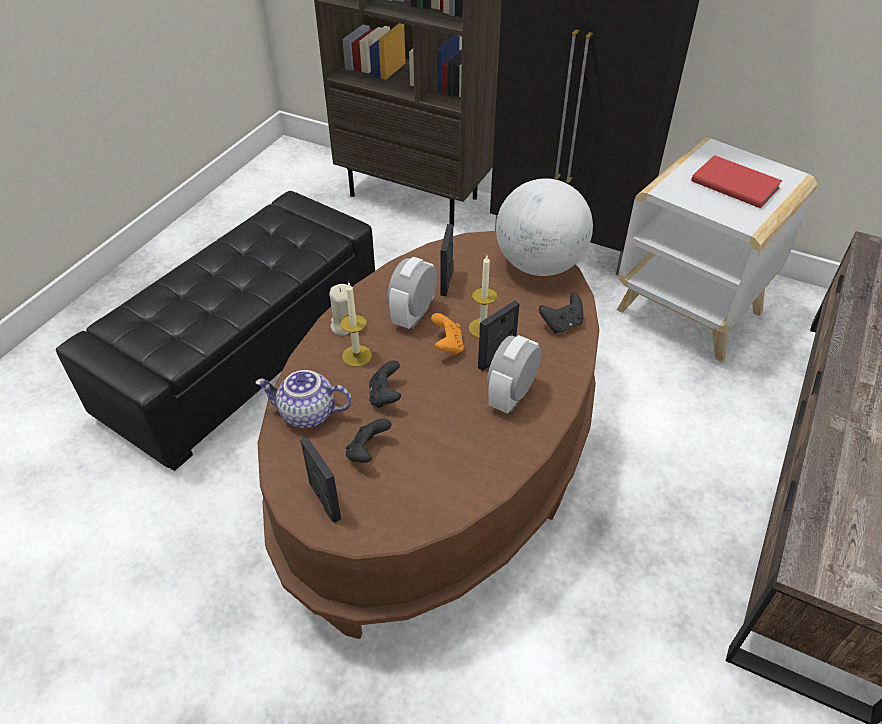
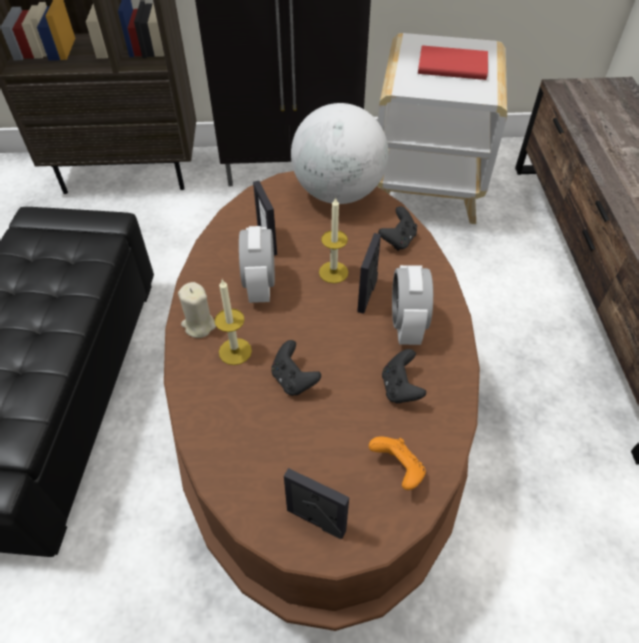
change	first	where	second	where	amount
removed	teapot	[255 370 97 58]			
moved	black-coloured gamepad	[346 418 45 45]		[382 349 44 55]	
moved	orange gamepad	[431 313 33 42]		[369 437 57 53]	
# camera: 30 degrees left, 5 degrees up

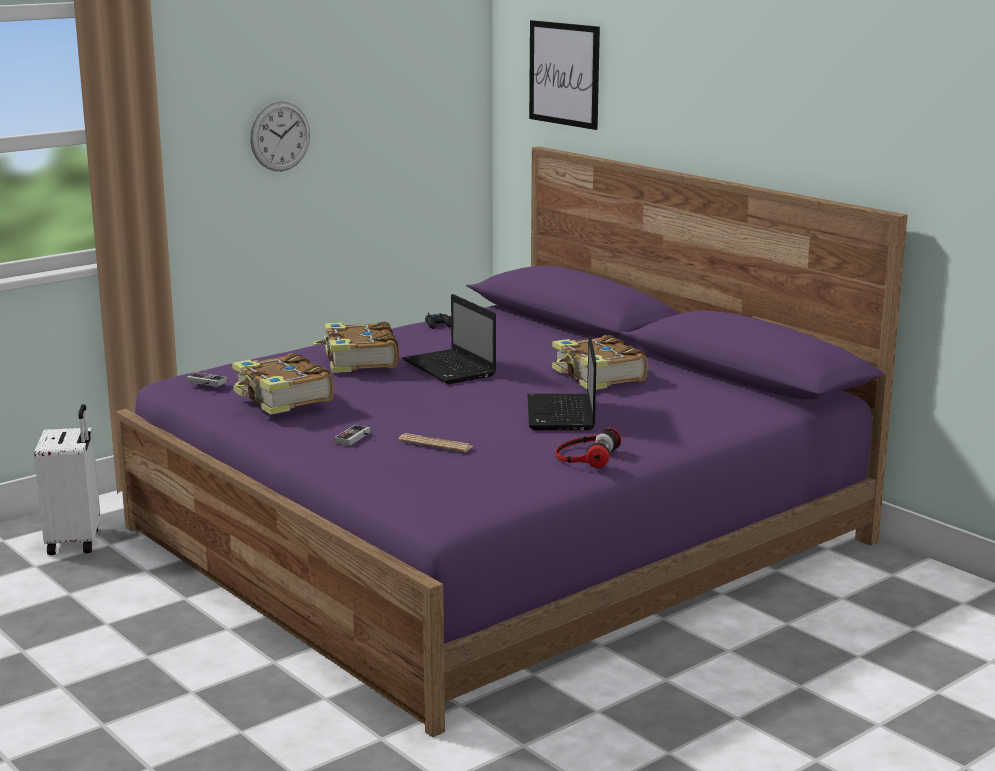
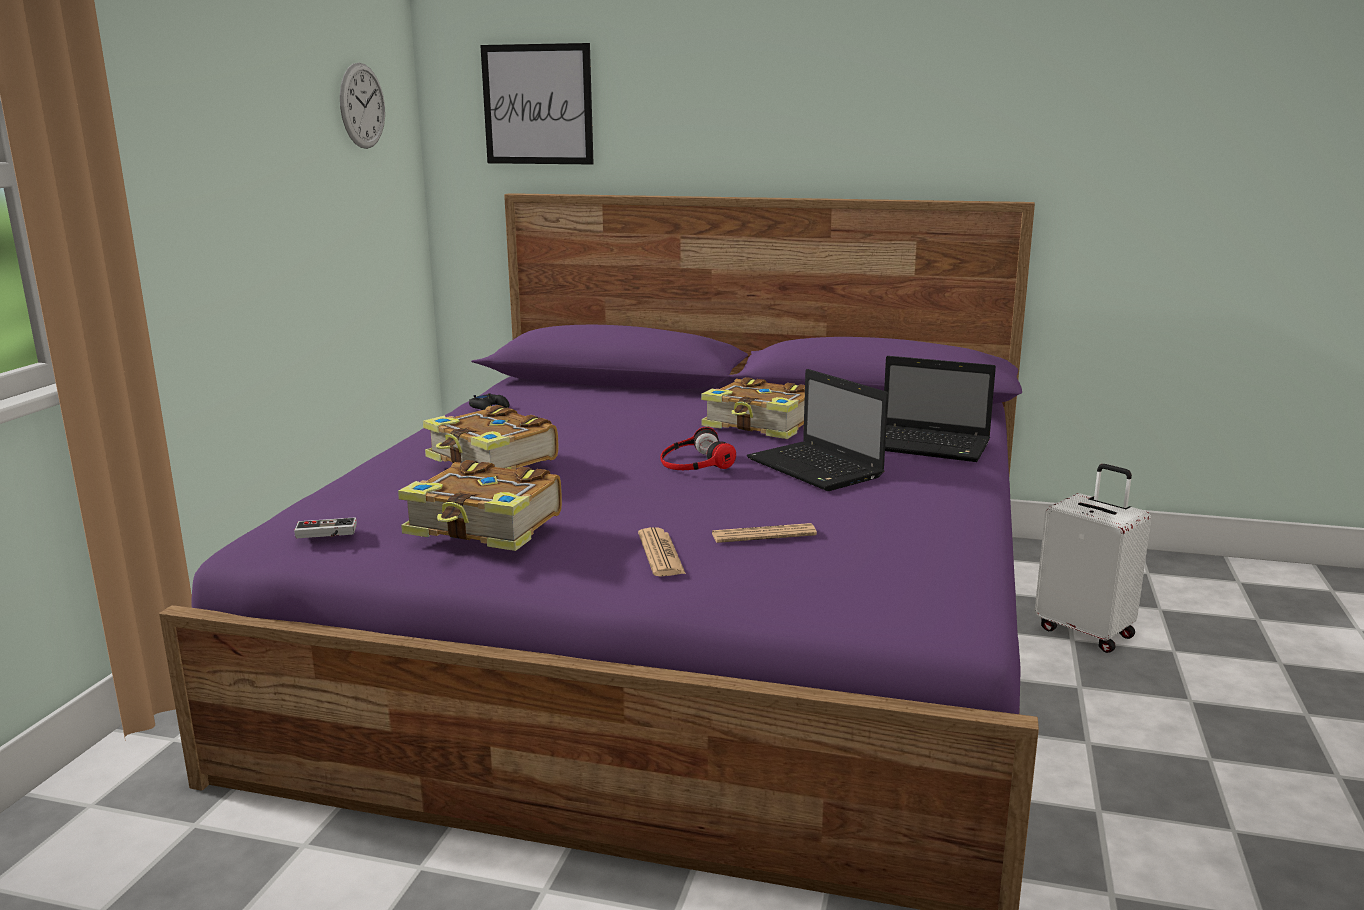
change	first	where	second	where	amount
moved	white suitcase	[34 404 66 151]		[1035 464 116 189]	
moved	clock on the wall	[250 101 60 70]		[340 63 45 86]	
replaced	gamepad	[334 425 37 21]	newspaper	[638 527 48 50]	
moved	notebook computer	[403 294 93 90]		[884 356 112 106]	
moved	headphones	[555 428 66 40]		[660 427 76 43]	
# camera: 35 degrees left, 0 degrees up

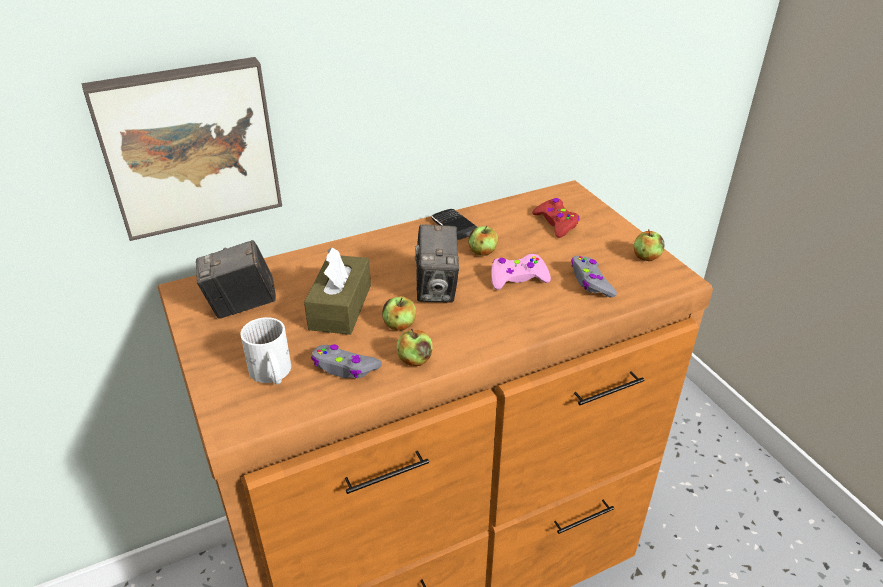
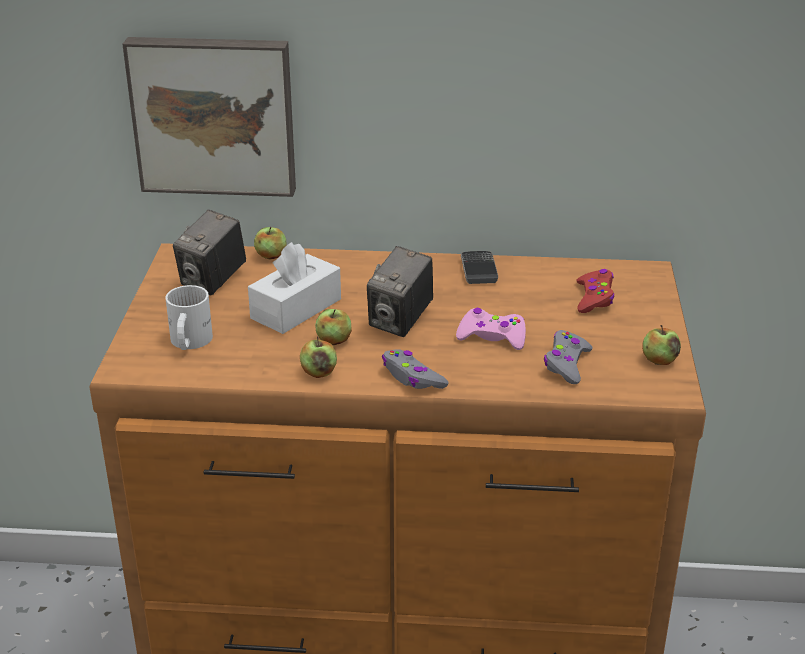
change	first	where	second	where	amount
turned	photo camera	[196 240 80 79]		[173 210 73 86]	75 degrees counterclockwise
recoloured	brownish tissue holder	[304 248 67 87]	white tissue holder	[248 242 93 92]	
moved	greyish gamepad	[311 344 71 34]		[382 349 67 40]	
moved	apple	[468 226 30 29]		[254 227 33 32]	
# camera: 30 degrees right, 5 degrees down

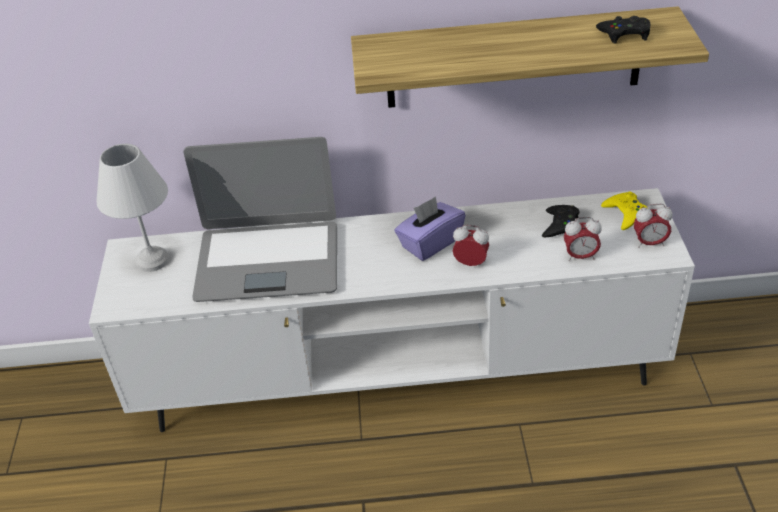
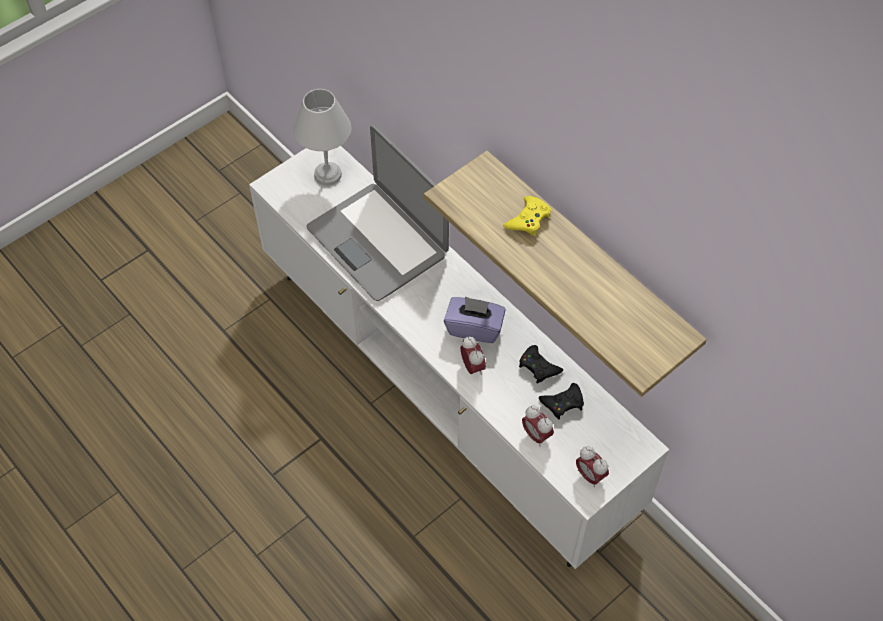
change	first	where	second	where	amount
moved	black-coloured gamepad	[596 16 54 28]		[519 345 44 39]	
moved	yellowish gamepad	[601 191 46 39]		[503 196 48 40]	
# camera: 50 degrees right, 15 degrees up

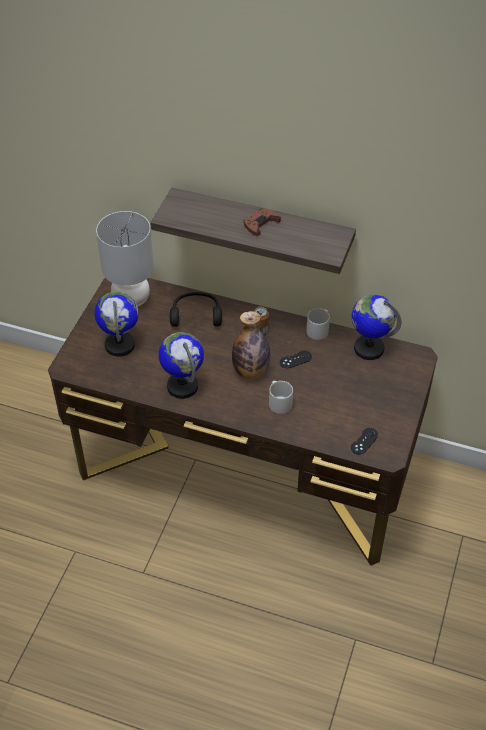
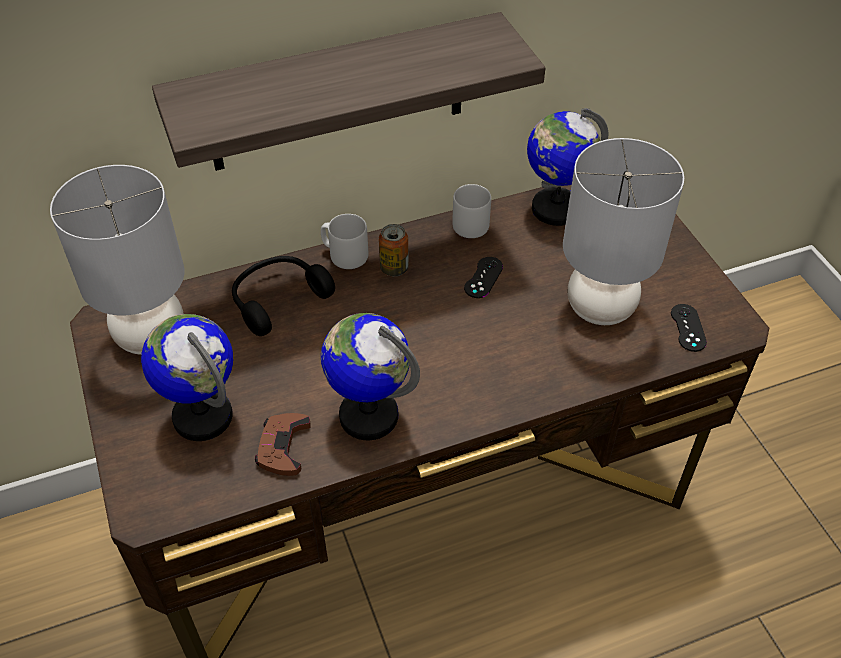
change	first	where	second	where	amount
removed	drink bottle	[232 311 38 69]			
moved	brownish gamepad	[243 208 38 28]		[255 413 55 63]	
moved	greyish tea mug	[269 381 24 33]		[321 214 47 55]	
added			greyish table lamp	[563 138 121 187]	
# camera: 40 degrees left, 0 degrees up

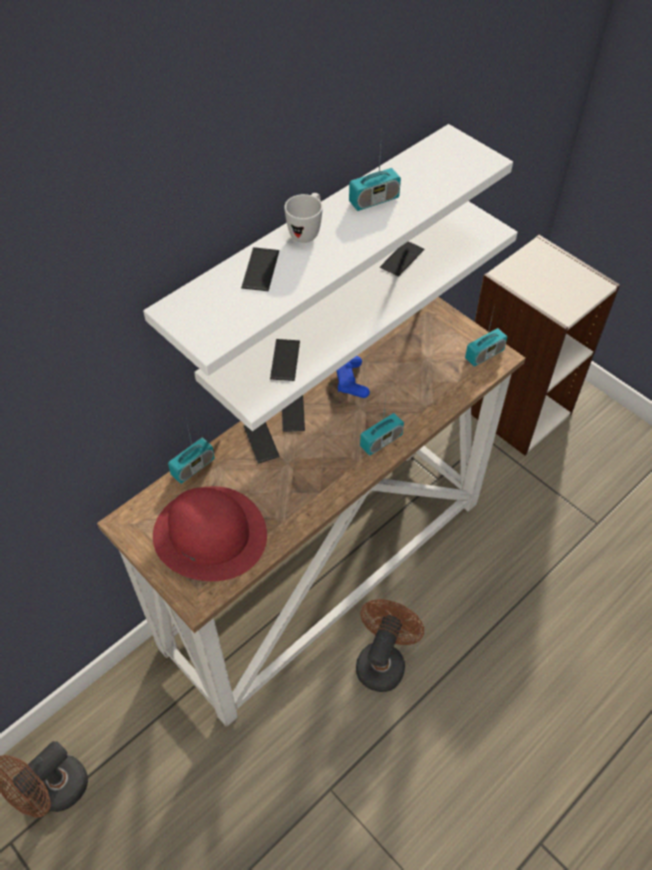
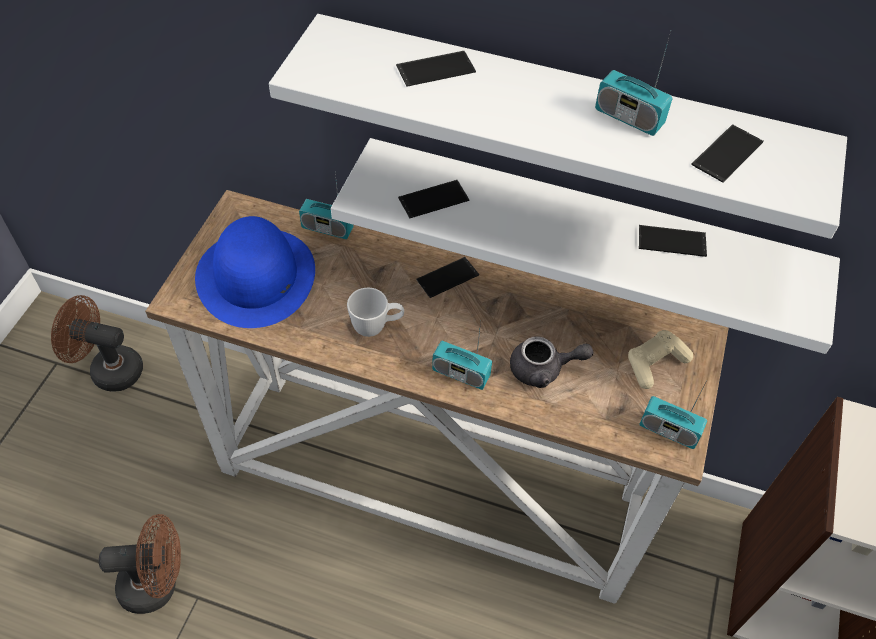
change	first	where	second	where	amount
recoloured	red-coloured hat	[153 486 114 95]	bluish hat	[195 216 120 112]	
moved	handset	[243 422 37 42]		[691 124 72 59]	
moved	white tea mug	[284 193 39 50]		[347 288 57 49]	
removed	bluish gamepad	[336 356 34 42]			
moved	brownish electric fan	[356 599 68 93]		[99 514 82 100]	
added			greyish teapot	[510 336 83 52]	
added			beige-coloured gamepad	[628 330 65 59]	
# camera: 60 degrees right, 0 degrees up

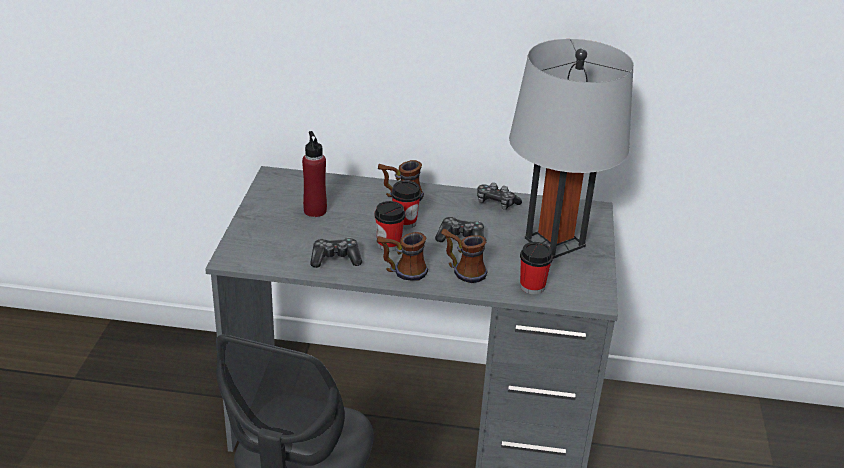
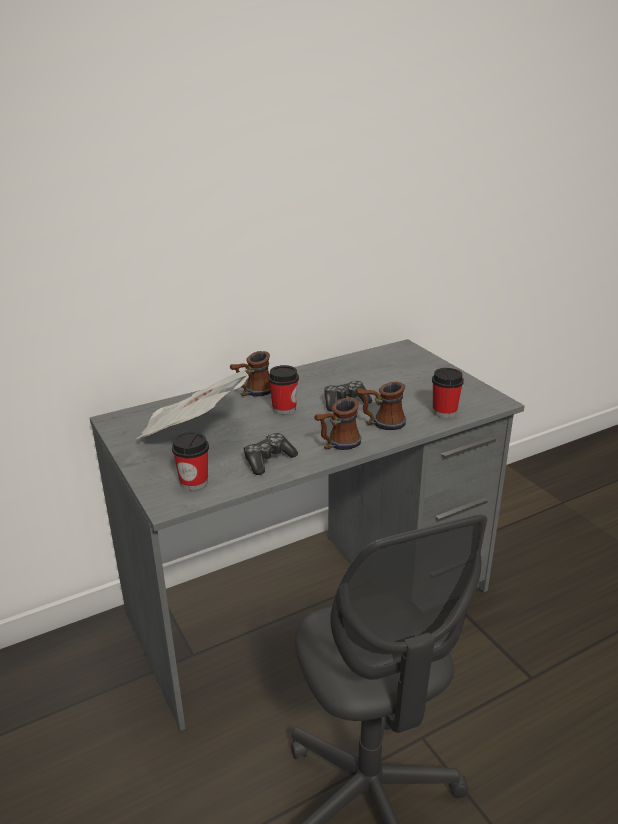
change	first	where	second	where	amount
replaced	red-coloured drink bottle	[302 131 25 86]	newspaper	[135 369 113 71]	
moved	small cup	[374 201 31 50]		[172 432 37 59]	
removed	gamepad	[477 183 45 27]			
removed	greyish table lamp	[509 39 125 220]			
# camera: 35 degrees left, 5 degrees down

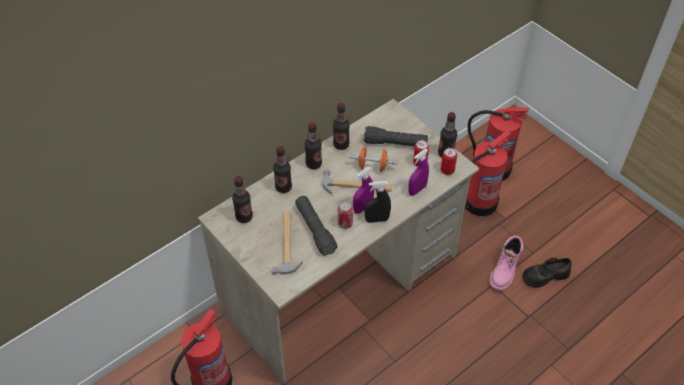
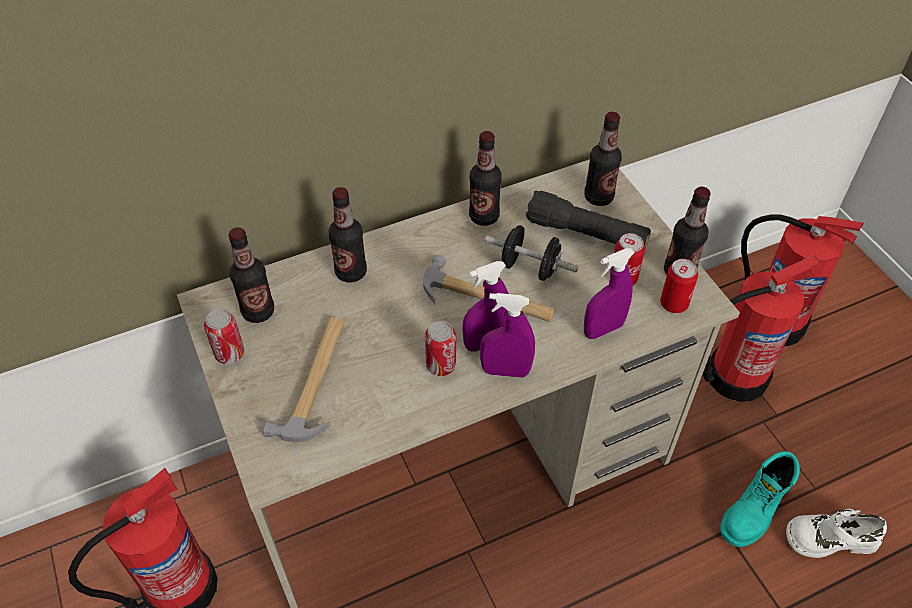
change	first	where	second	where	amount
removed	black-coloured torch	[295 196 42 60]			
moved	drink bottle	[305 122 17 47]		[584 112 38 94]	
recoloured	orange free weight	[348 147 50 25]	black-coloured free weight	[485 225 93 56]	
recoloured	black-coloured sprayer	[364 181 27 42]	purple-coloured sprayer	[480 293 55 85]	
recoloured	pinkish tall boot	[489 235 34 56]	turquoise-coloured tall boot	[720 451 80 96]	
recoloured	black-coloured low shoe	[523 258 49 29]	white low shoe	[786 509 101 49]	
added			can	[204 309 40 55]	
# camera: 15 degrees right, 0 degrees up

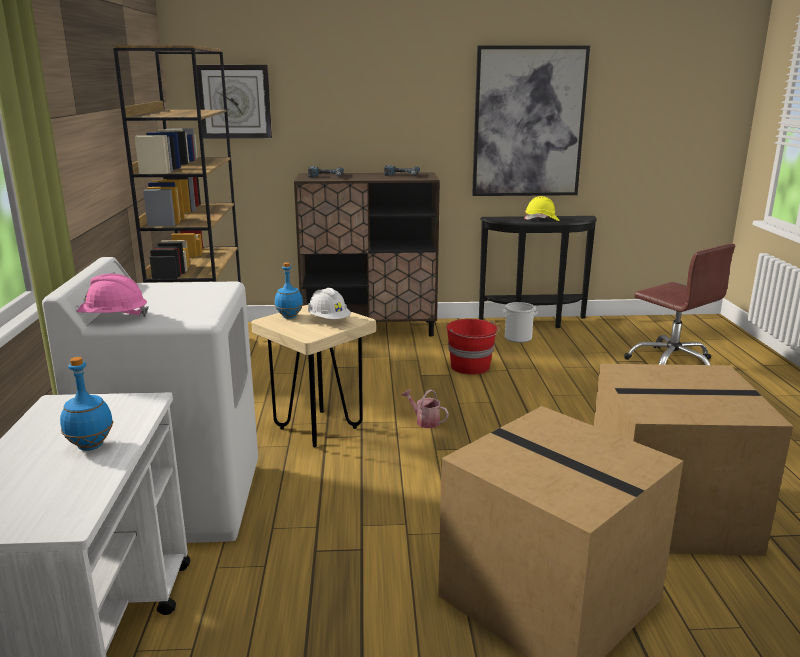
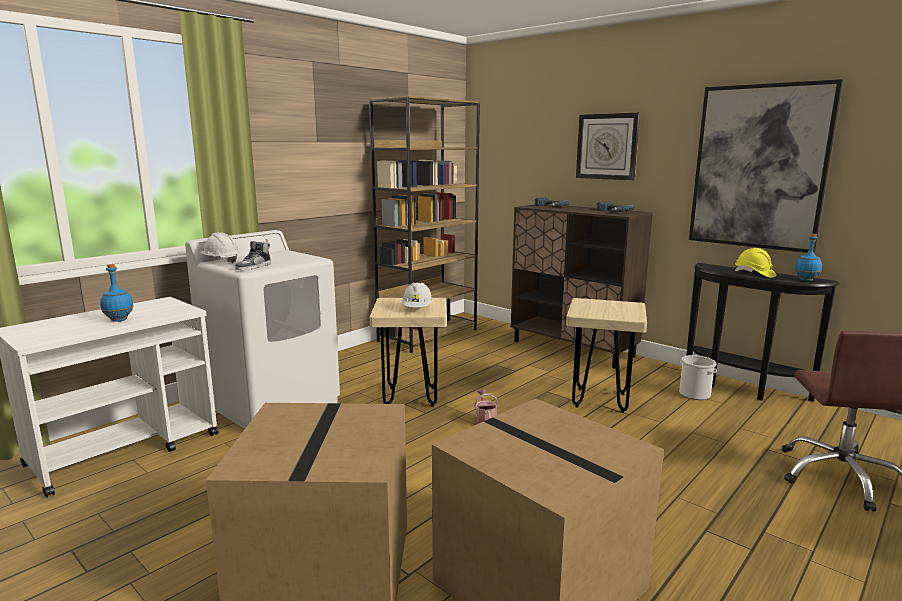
change	first	where	second	where	amount
recoloured	pinkish hard hat	[77 274 72 43]	white hard hat	[200 232 39 32]	
moved	clock on the wall	[196 65 76 73]		[576 113 64 68]	
moved	bluish drink bottle	[275 262 28 57]		[794 234 28 47]	
replaced	red-coloured pail	[446 319 53 56]	beige-coloured stool	[566 298 81 115]	
added			low shoe	[235 241 36 30]	
# camera: 45 degrees right, 5 degrees down

